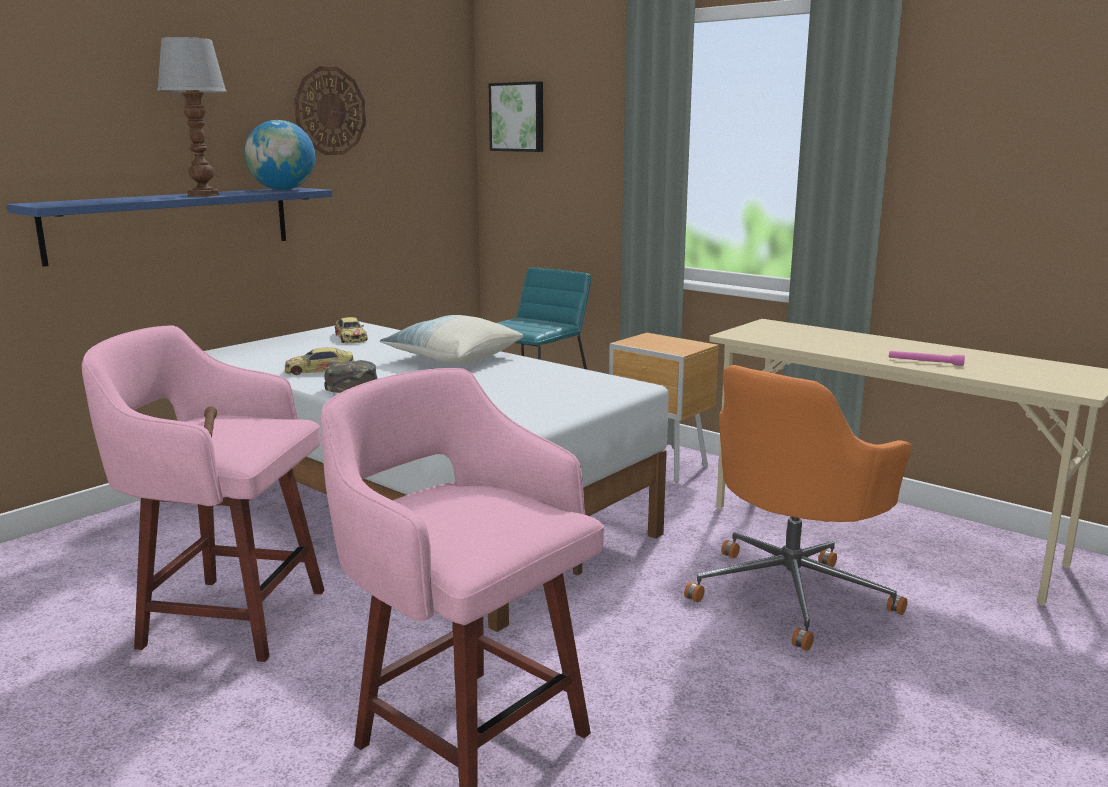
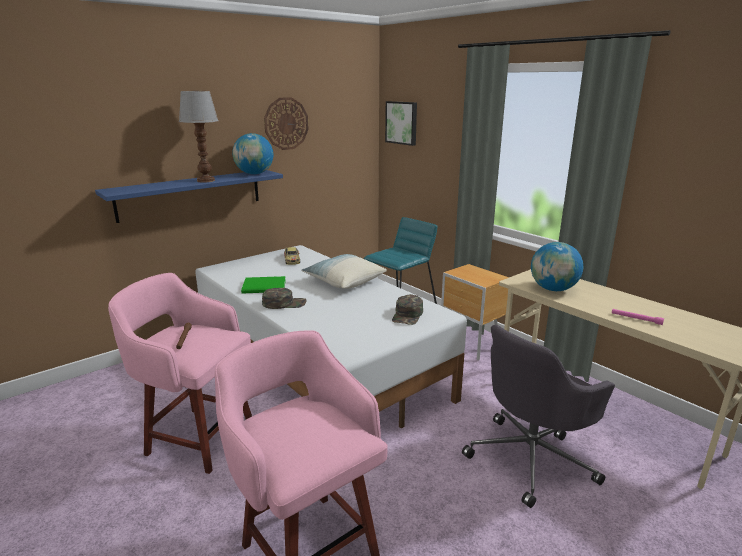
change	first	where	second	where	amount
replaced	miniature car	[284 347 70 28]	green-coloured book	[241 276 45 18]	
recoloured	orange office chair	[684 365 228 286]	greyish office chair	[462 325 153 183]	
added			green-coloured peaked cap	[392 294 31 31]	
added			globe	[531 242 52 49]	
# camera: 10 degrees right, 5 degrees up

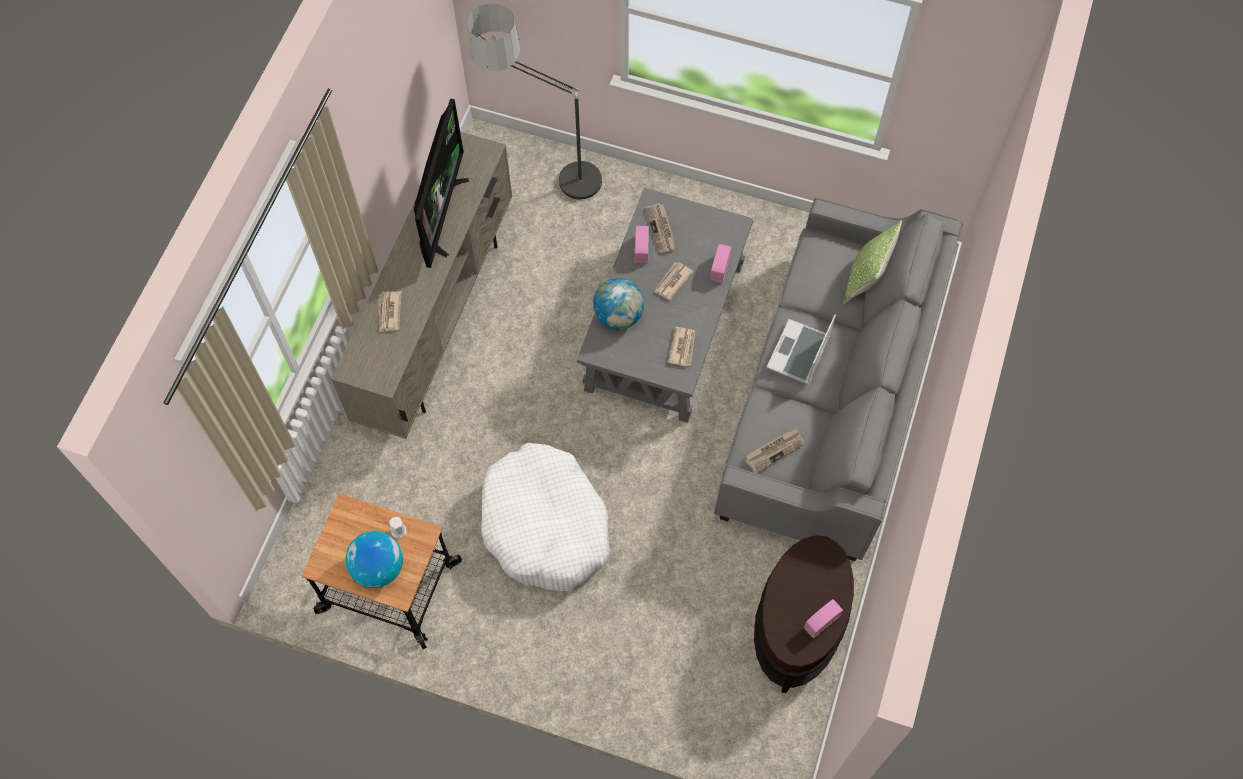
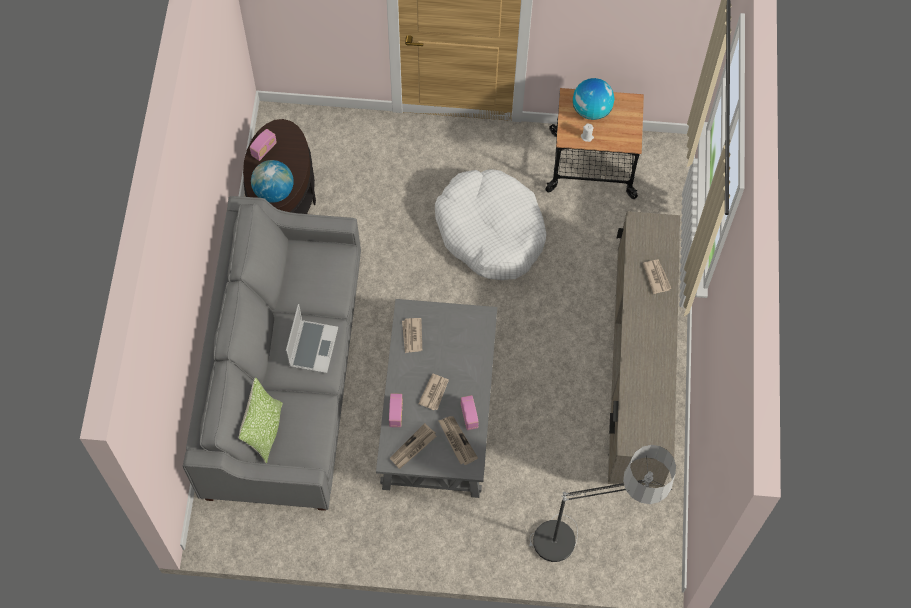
change	first	where	second	where	amount
removed	TV set	[414 99 55 169]			
moved	globe	[593 278 51 52]		[251 160 43 43]	
moved	newspaper	[745 427 59 47]		[390 423 46 46]	
# camera: 165 degrees right, 0 degrees up

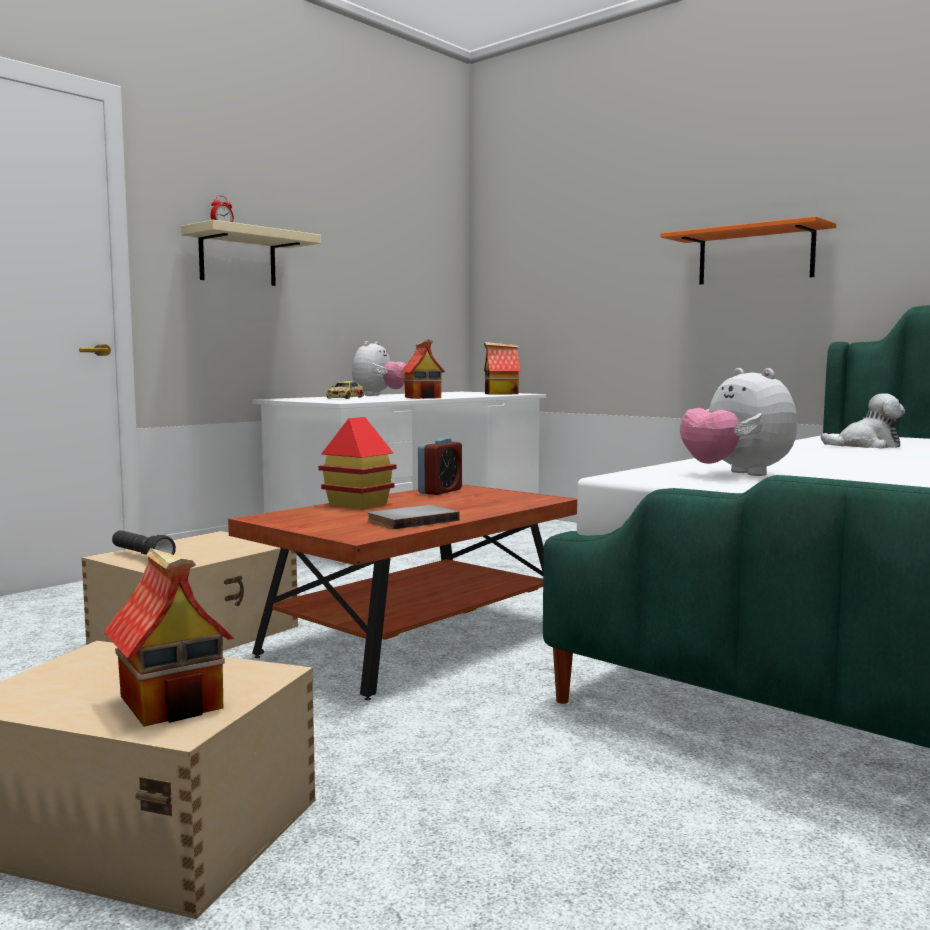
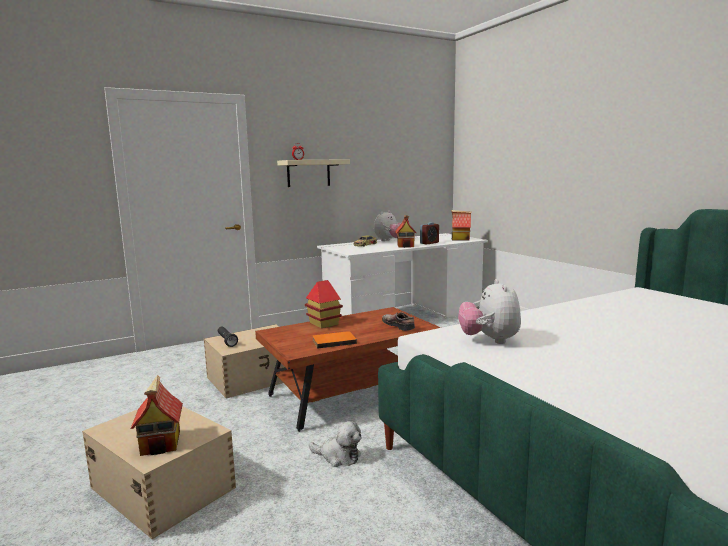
change	first	where	second	where	amount
recoloured	greyish book	[367 505 93 24]	orange book	[312 331 45 18]	
moved	bedside clock	[418 438 44 57]		[420 222 19 23]	
removed	orange wall shelf	[660 216 176 68]			
moved	cuddly toy	[821 393 84 56]		[309 421 52 46]	
added			low shoe	[382 312 33 19]	
# camera: 20 degrees right, 5 degrees up

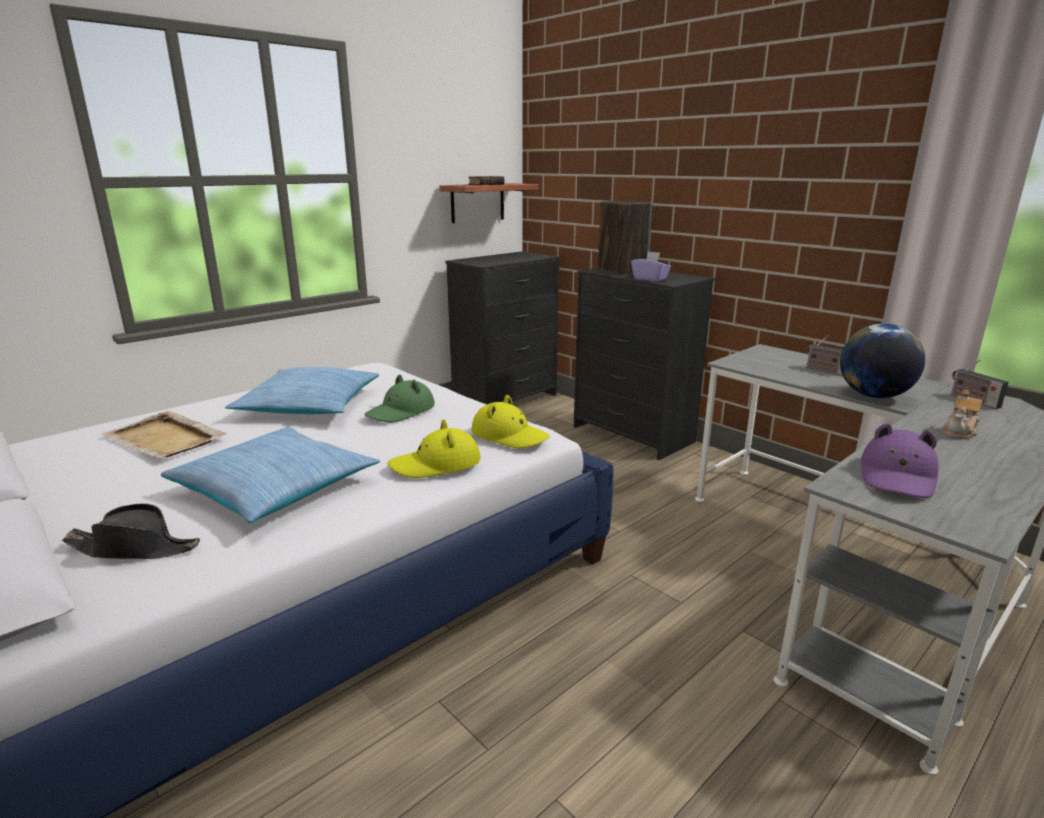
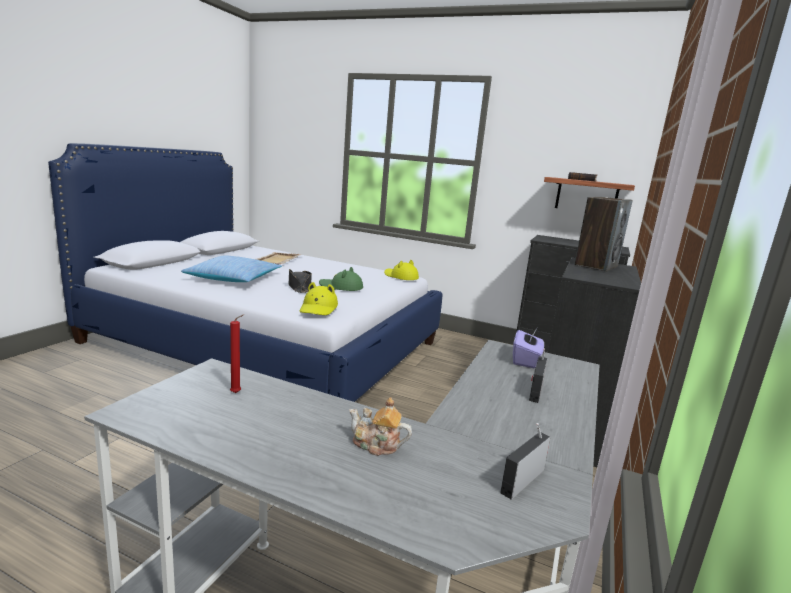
change	first	where	second	where	amount
moved	black-coloured hat	[62 503 138 56]		[289 269 23 24]	
removed	cushion	[225 367 154 47]			
moved	yellowish hat	[388 419 93 59]		[384 260 35 20]	
moved	purple-coloured tissue holder	[631 251 40 31]		[513 328 31 40]	
removed	globe	[840 323 85 75]			
replaced	purple-coloured hat	[861 423 77 75]	red-coloured candle	[230 314 14 79]	
# camera: 65 degrees right, 5 degrees down

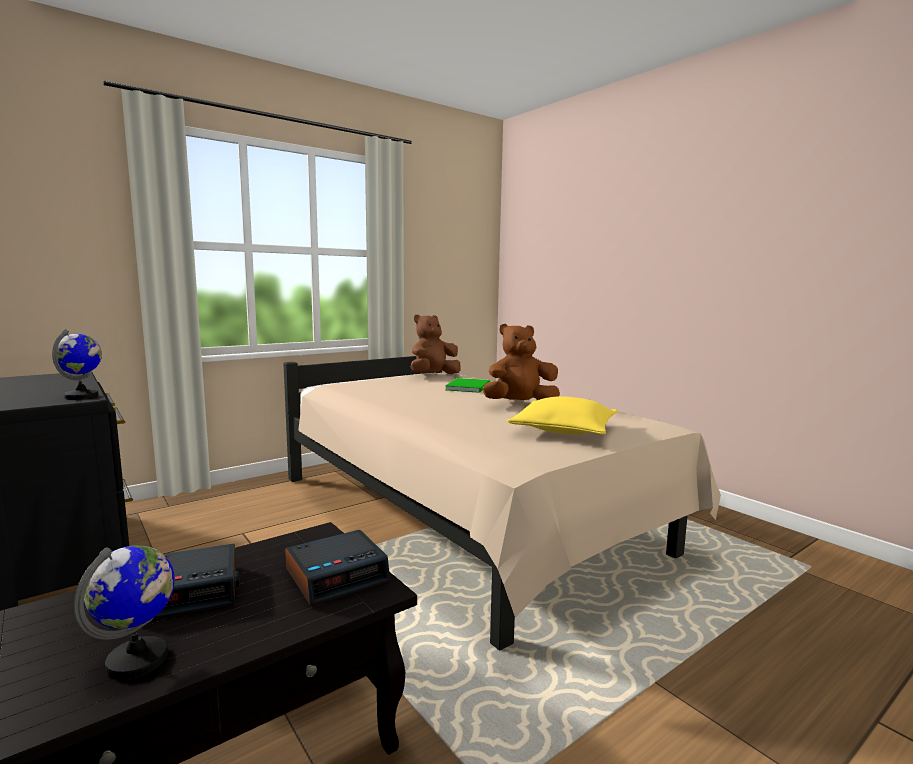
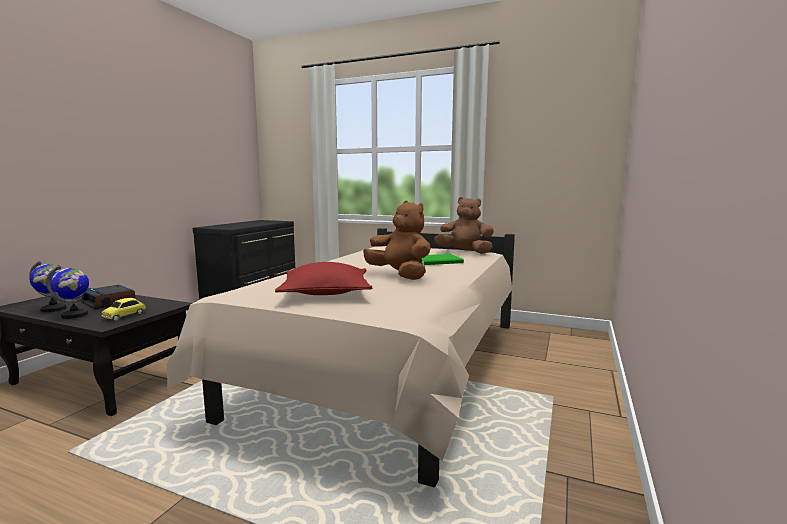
change	first	where	second	where	amount
moved	globe	[52 329 50 71]		[46 265 43 54]	
replaced	bedside clock	[285 530 105 76]	miniature car	[101 298 45 23]	
recoloured	yellowish cushion	[507 396 111 39]	red-coloured cushion	[275 262 98 33]	
# camera: 60 degrees right, 0 degrees up

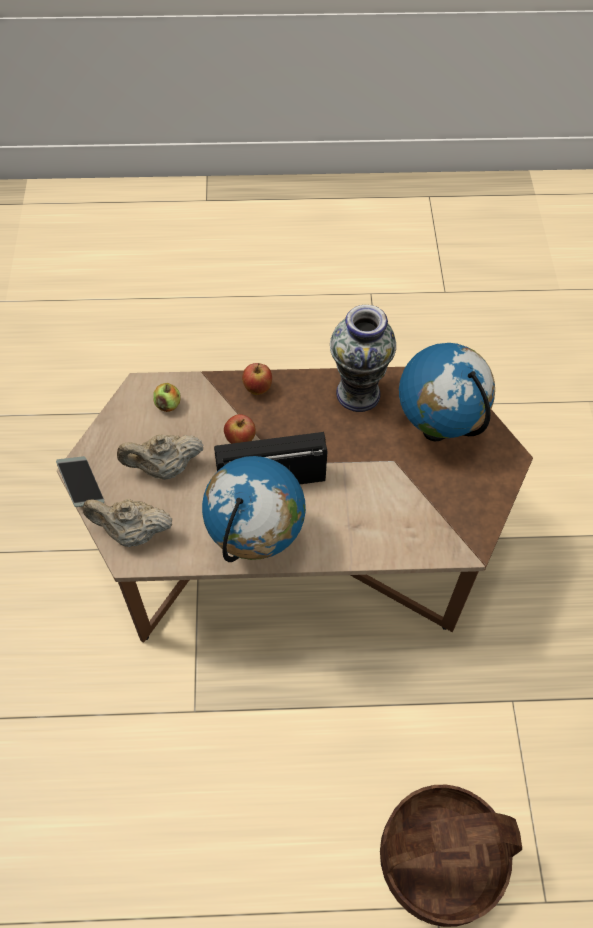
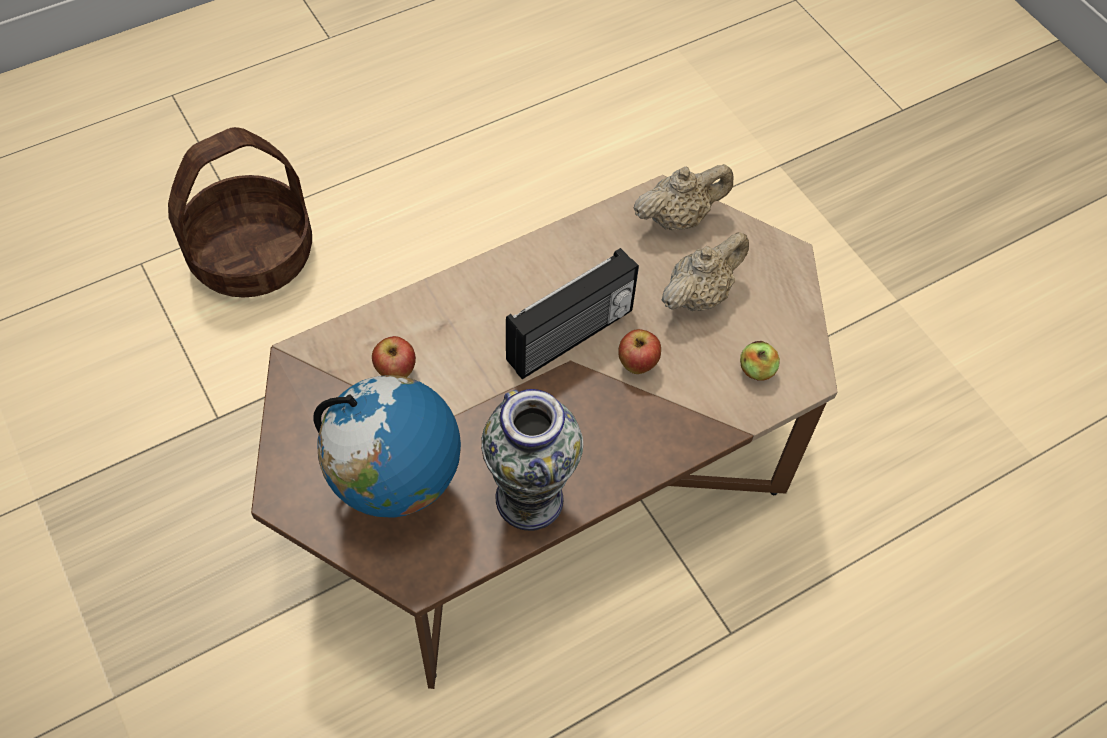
change	first	where	second	where	amount
removed	handset	[56 456 48 51]			
removed	globe	[202 456 104 106]			
moved	apple	[242 363 30 32]		[372 336 44 41]	
# camera: 150 degrees right, 0 degrees up

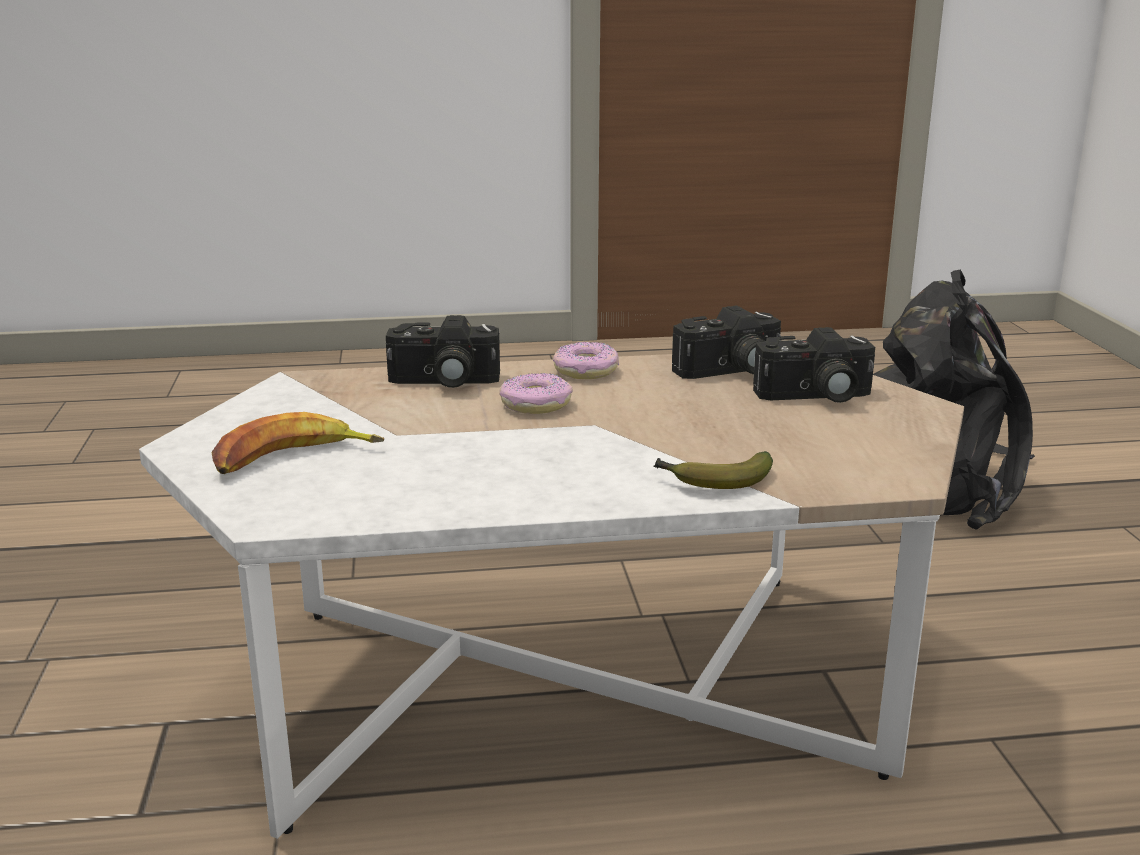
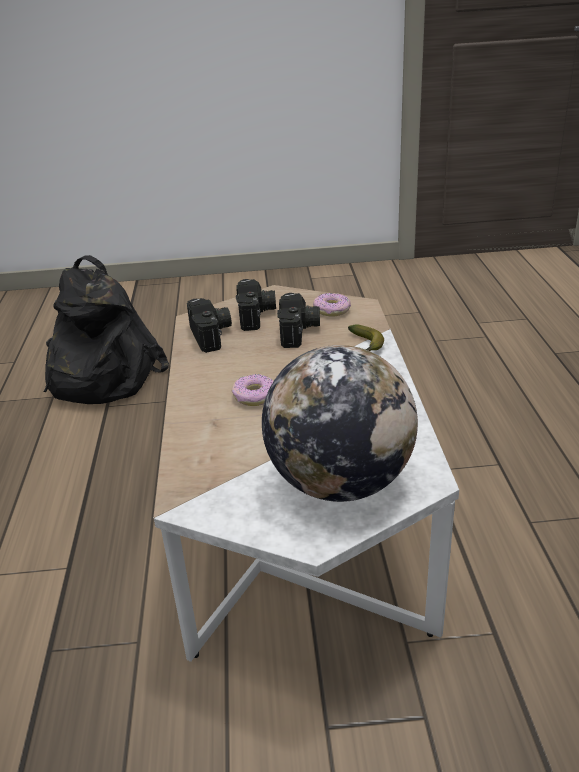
change	first	where	second	where	amount
replaced	banana	[211 412 173 62]	globe	[262 345 156 157]	
moved	photo camera	[386 315 114 73]		[277 293 43 55]	
moved	doughnut	[553 342 66 37]		[313 293 38 24]	
# camera: 85 degrees left, 10 degrees up

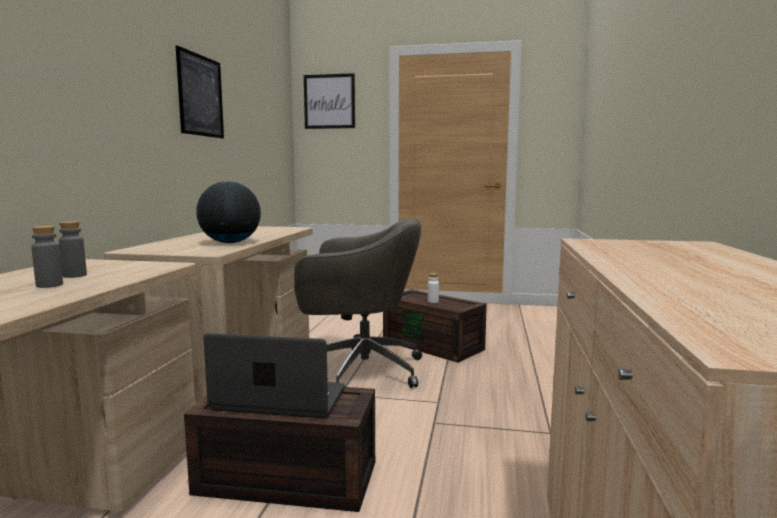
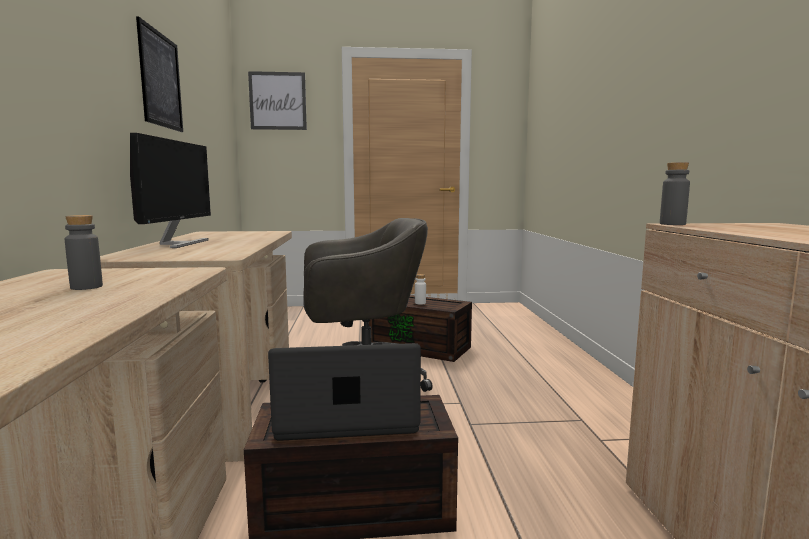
change	first	where	second	where	amount
moved	greyish drink bottle	[31 226 32 62]		[660 162 30 63]	
removed	globe	[196 181 65 62]			
added			computer display	[130 133 81 115]	
# camera: 15 degrees left, 0 degrees up

